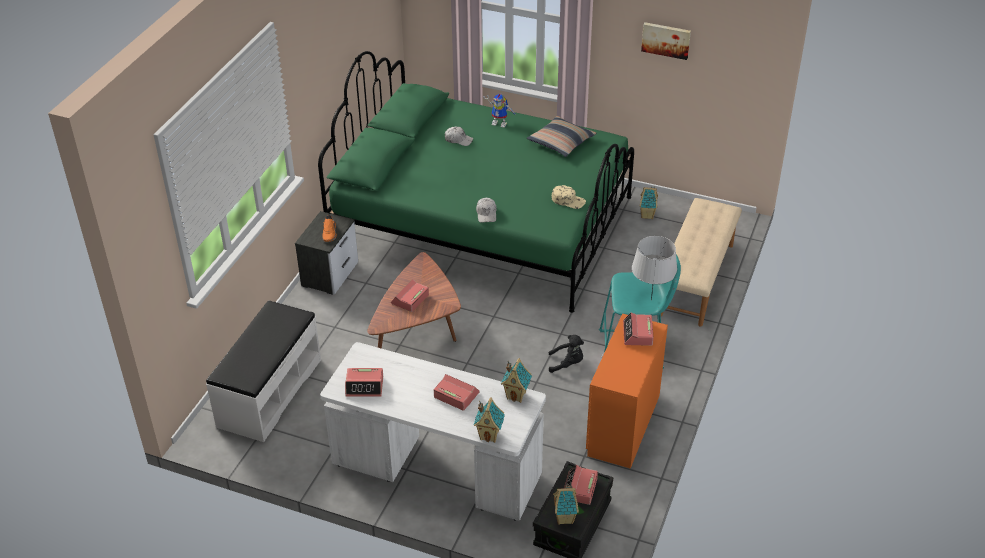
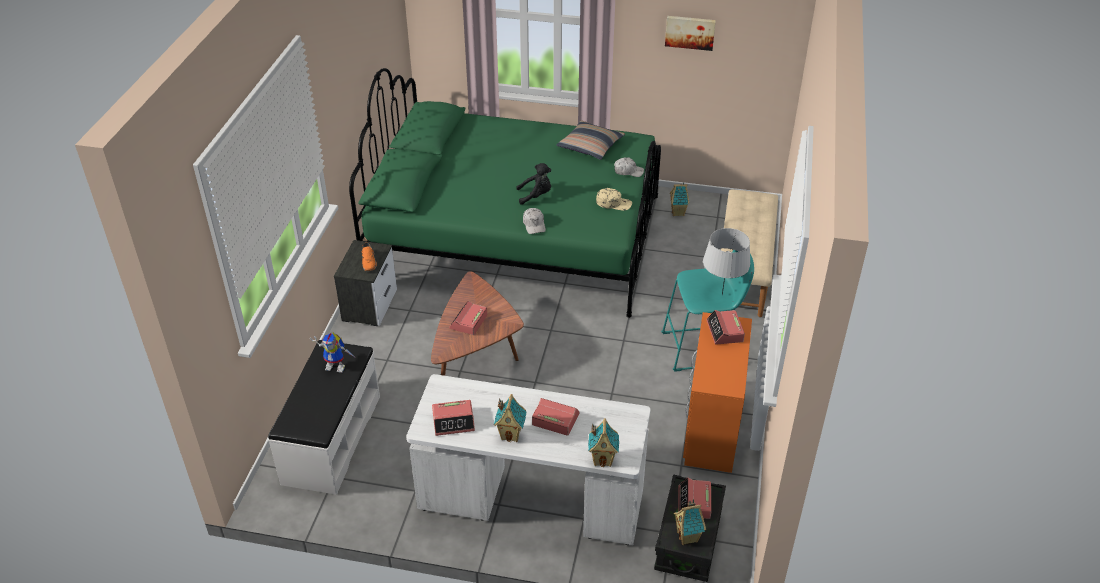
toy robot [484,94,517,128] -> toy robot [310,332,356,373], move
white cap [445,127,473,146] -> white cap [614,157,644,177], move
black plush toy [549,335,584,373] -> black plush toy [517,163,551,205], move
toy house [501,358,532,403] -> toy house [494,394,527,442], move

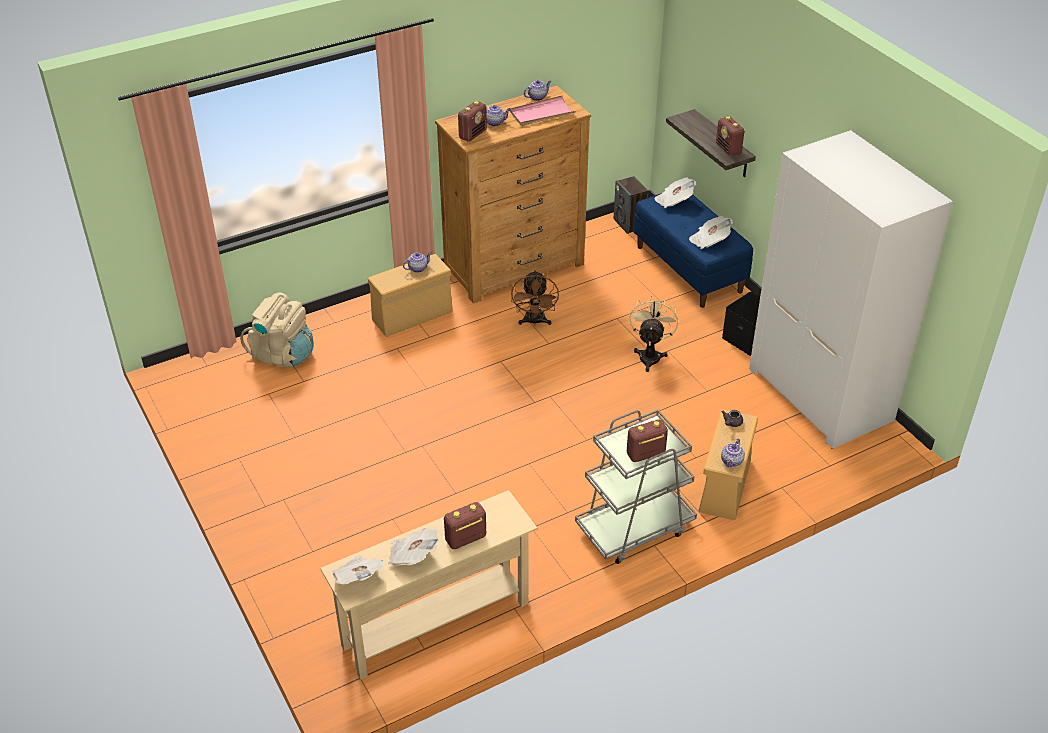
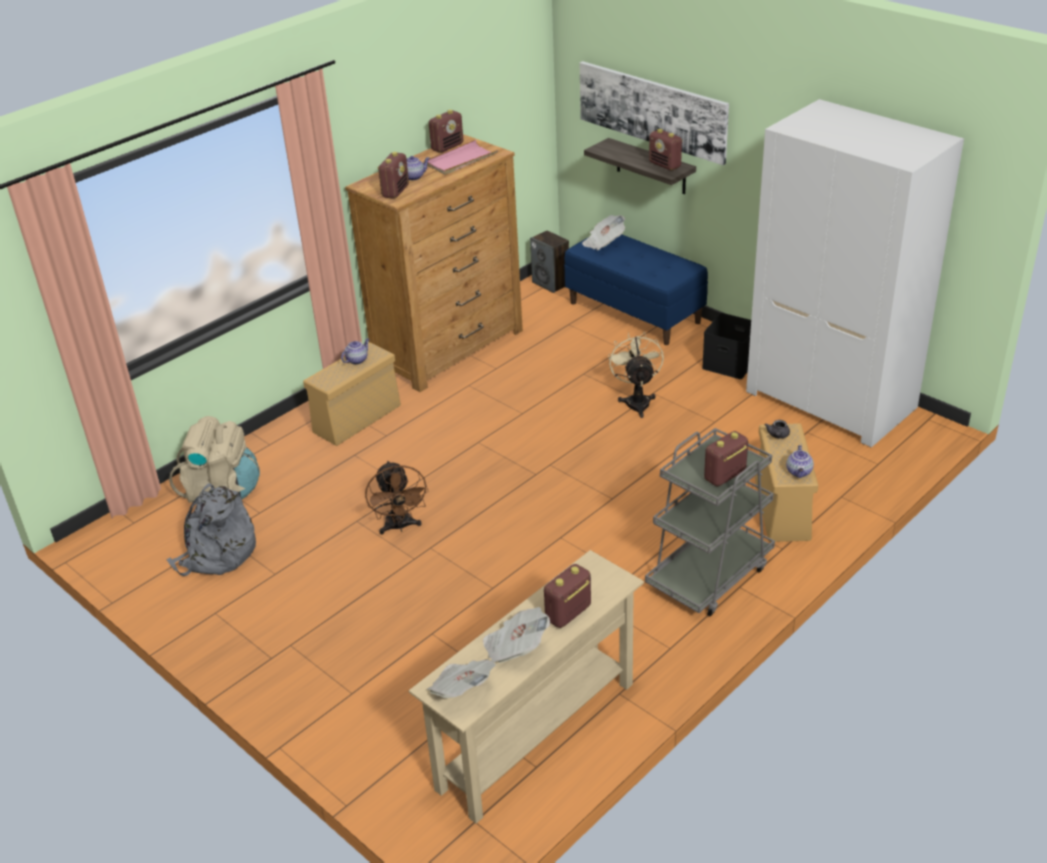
teapot [524,80,551,101] -> radio [429,110,463,153]
newspaper [689,216,733,249] -> none
brown fan [511,270,559,326] -> brown fan [365,461,428,534], move
none -> picture [580,61,729,165]
none -> grey backpack [166,483,256,576]

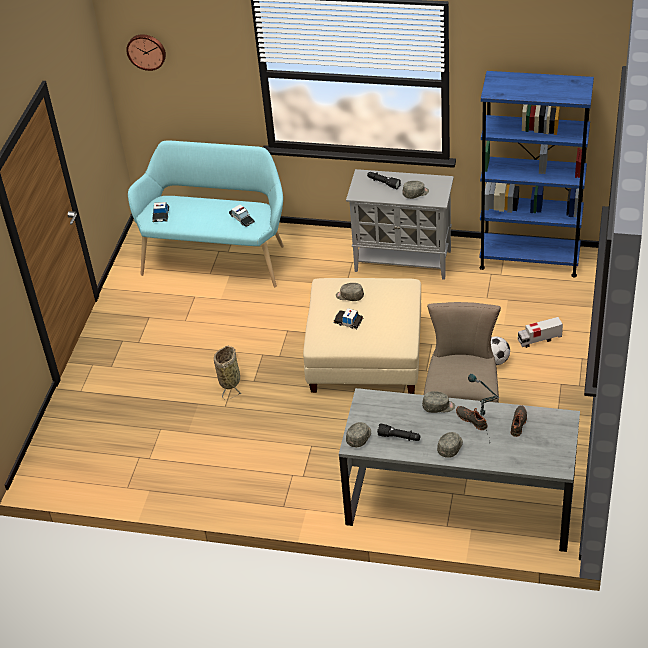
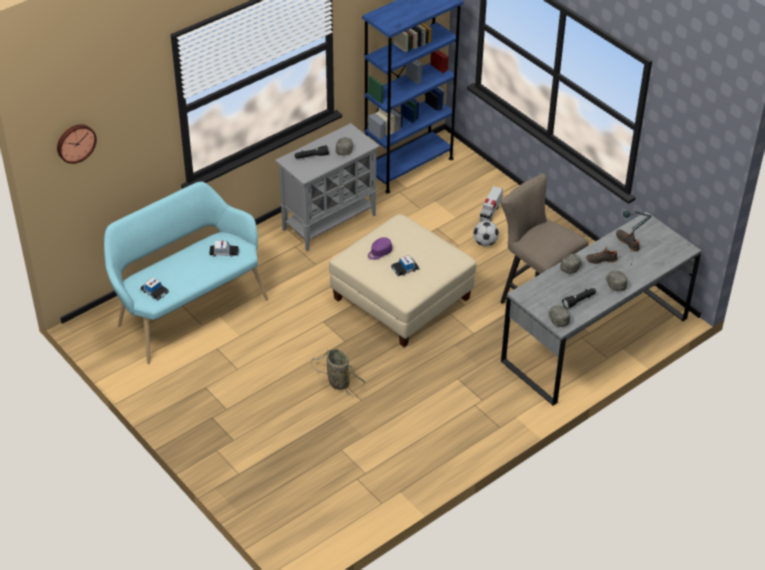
grey cap [336,283,364,301] -> purple cap [368,237,392,260]

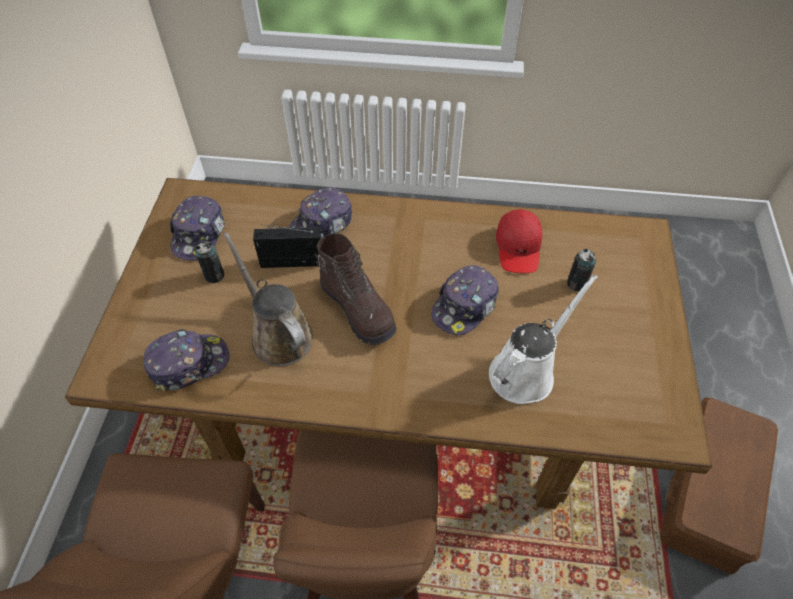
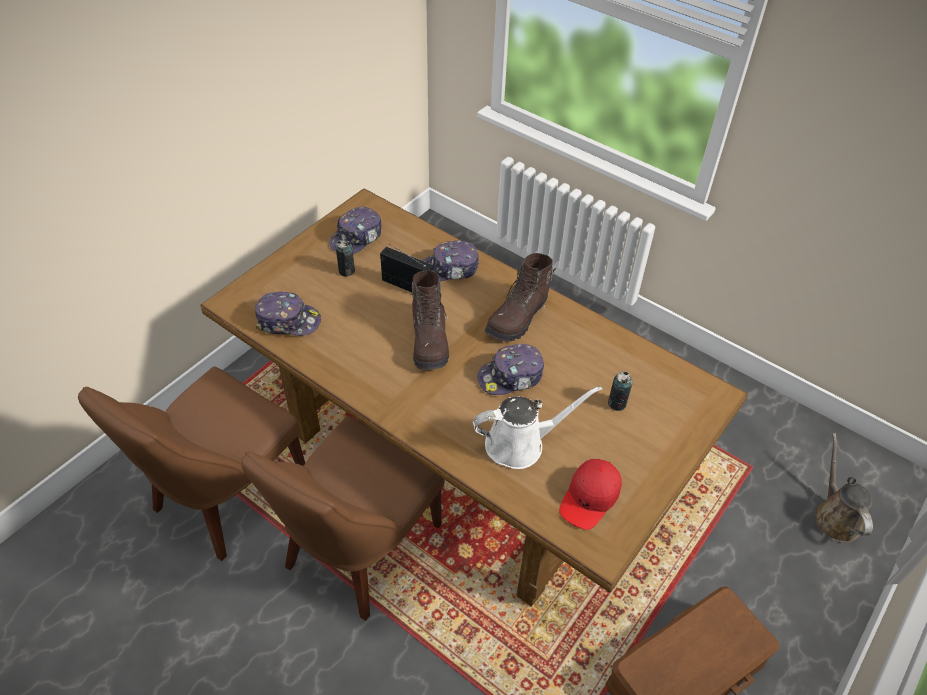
red cap [496,209,542,273] -> red cap [559,459,622,530], move
brown watering can [224,232,313,366] -> brown watering can [815,433,873,543], move
none -> brown boot [485,253,556,342]

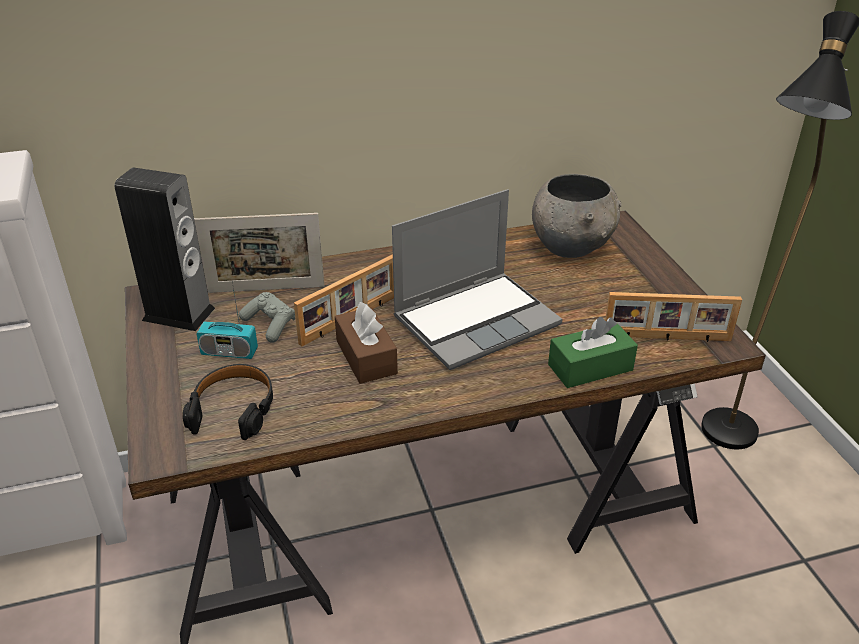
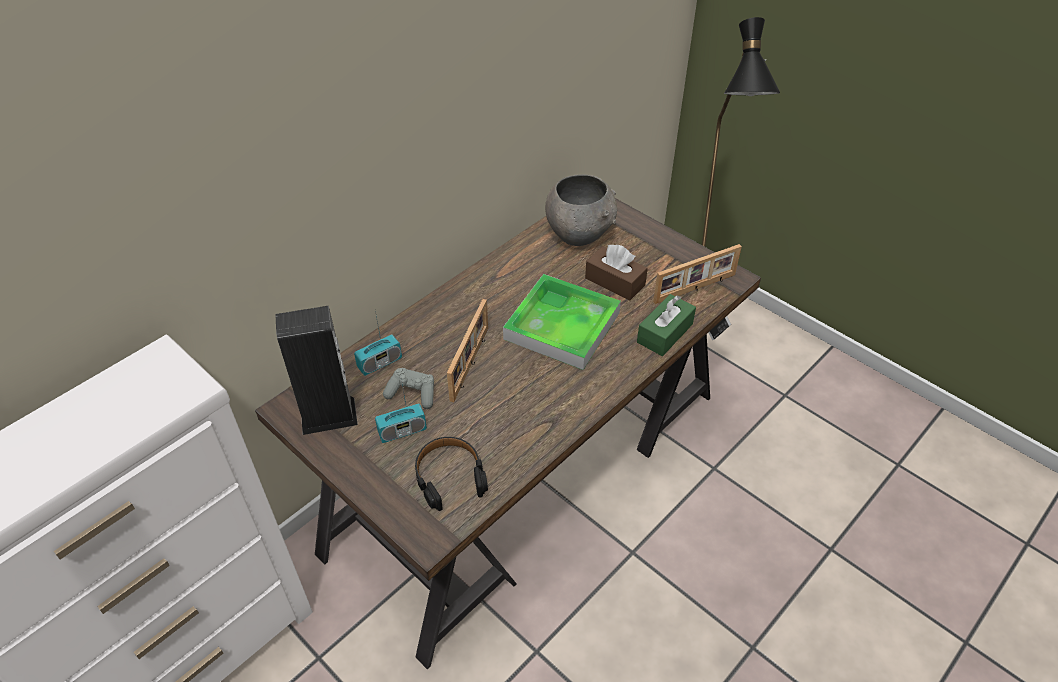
laptop [392,189,563,370] -> tray [503,274,621,370]
picture frame [194,213,325,293] -> radio [354,311,402,376]
brown tissue box [335,302,398,384] -> brown tissue box [585,244,648,301], move

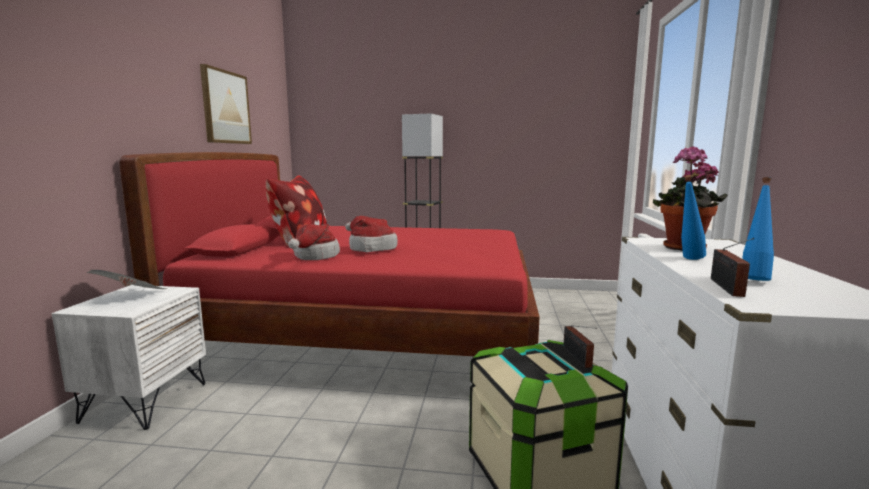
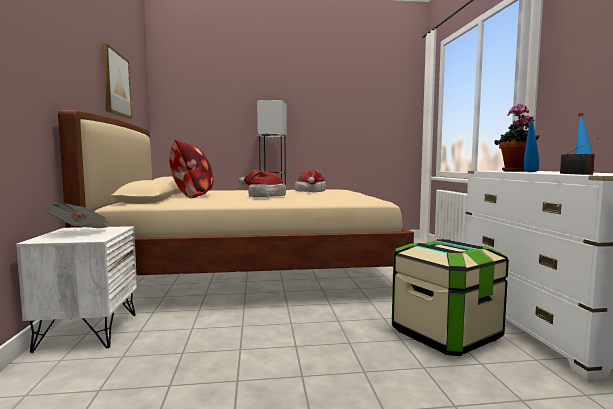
red bed [119,152,540,356] -> beige bed [58,110,414,275]
hat [288,224,340,260] -> hat [295,170,326,192], move
radio [563,325,597,368] -> none

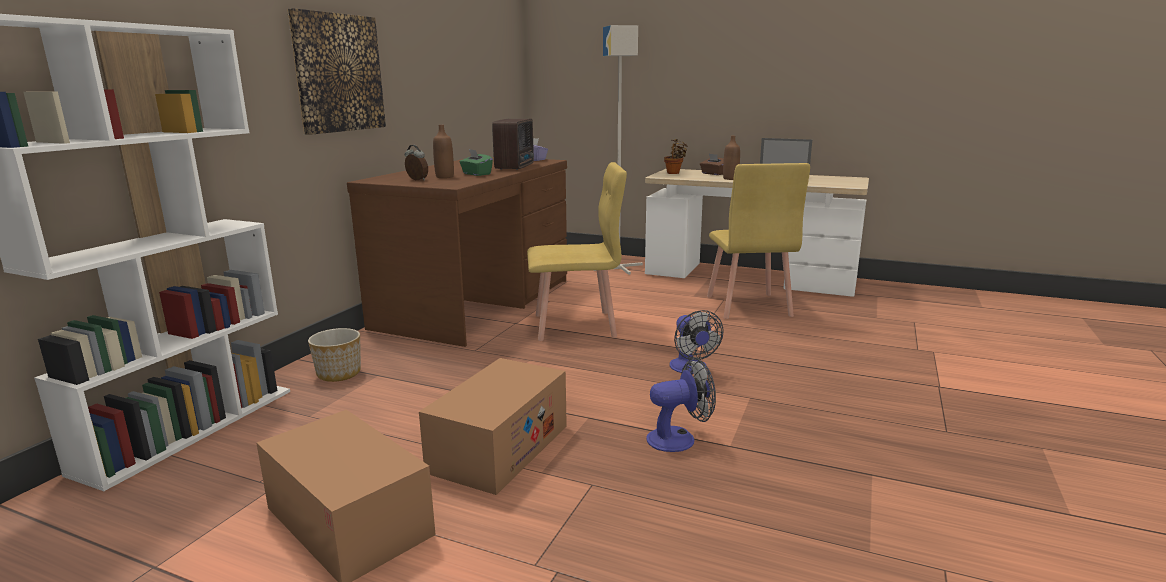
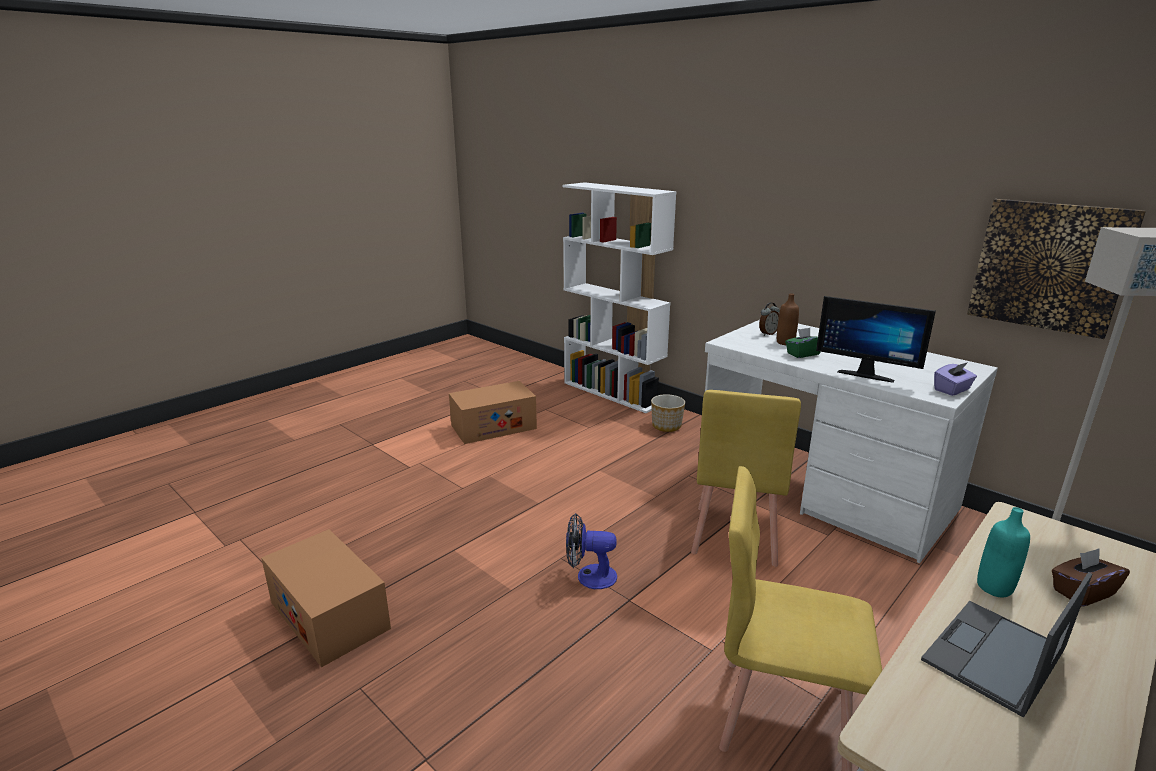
picture [287,8,386,135] -> picture [967,199,1146,339], move
radio [492,119,534,170] -> monitor [816,296,936,383]
brown bottle [723,136,740,180] -> turquoise bottle [977,507,1030,597]
potted plant [664,139,688,174] -> none
brown desk [347,157,567,347] -> white desk [705,320,998,563]
fan [646,357,716,452] -> none
cardboard box [419,358,567,495] -> cardboard box [261,529,391,668], move

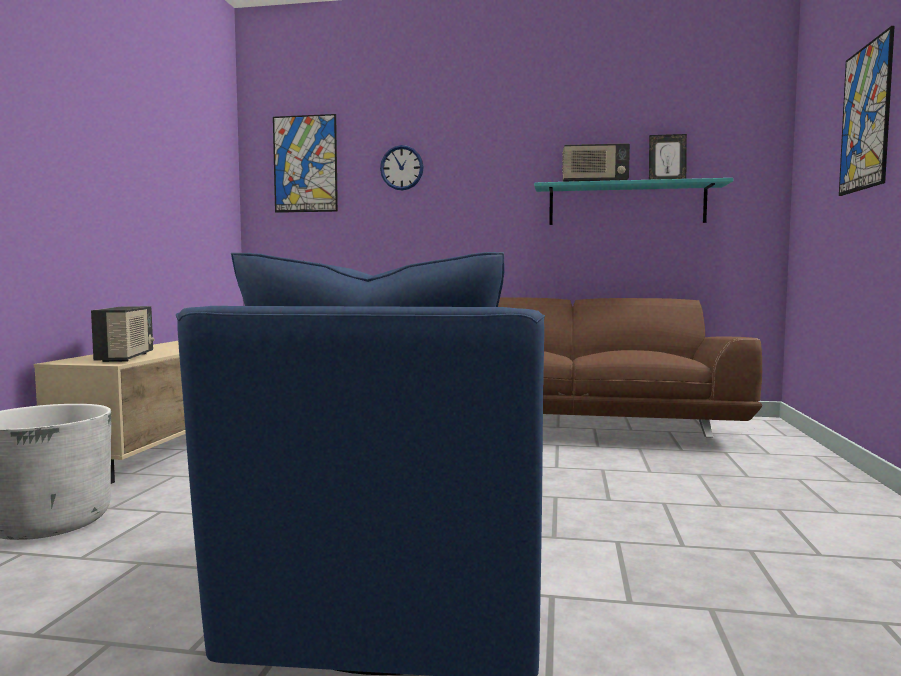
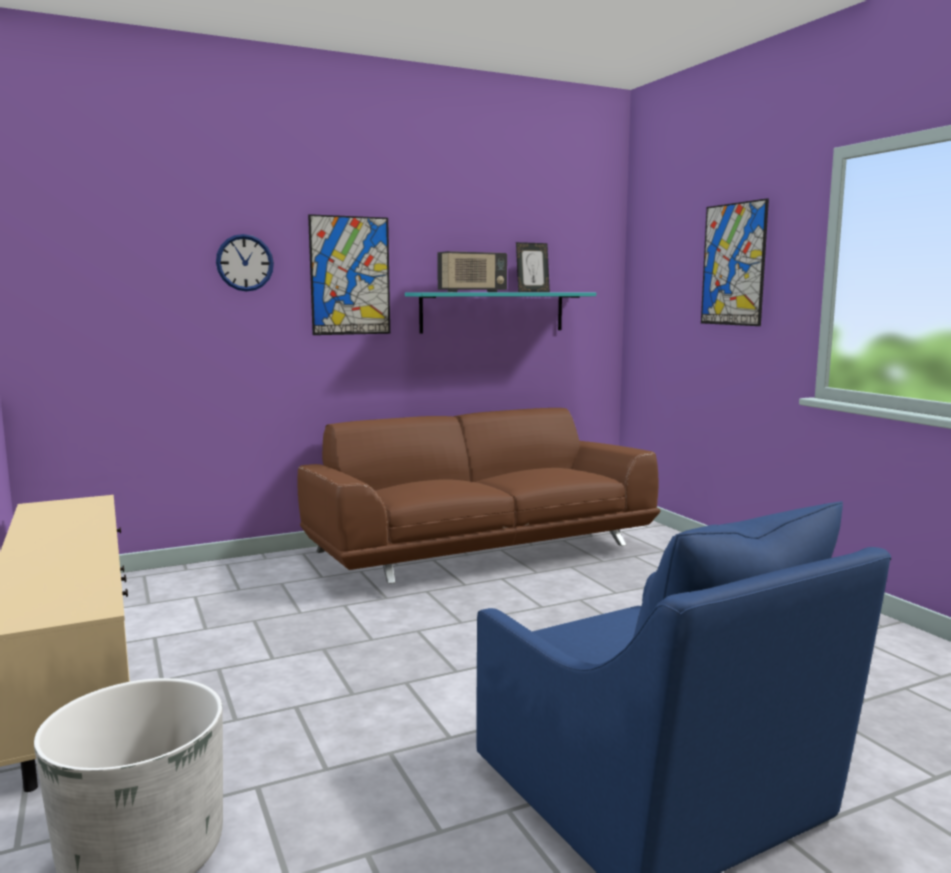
picture [273,114,338,213] -> picture [308,214,390,335], move
radio [91,306,154,362] -> none

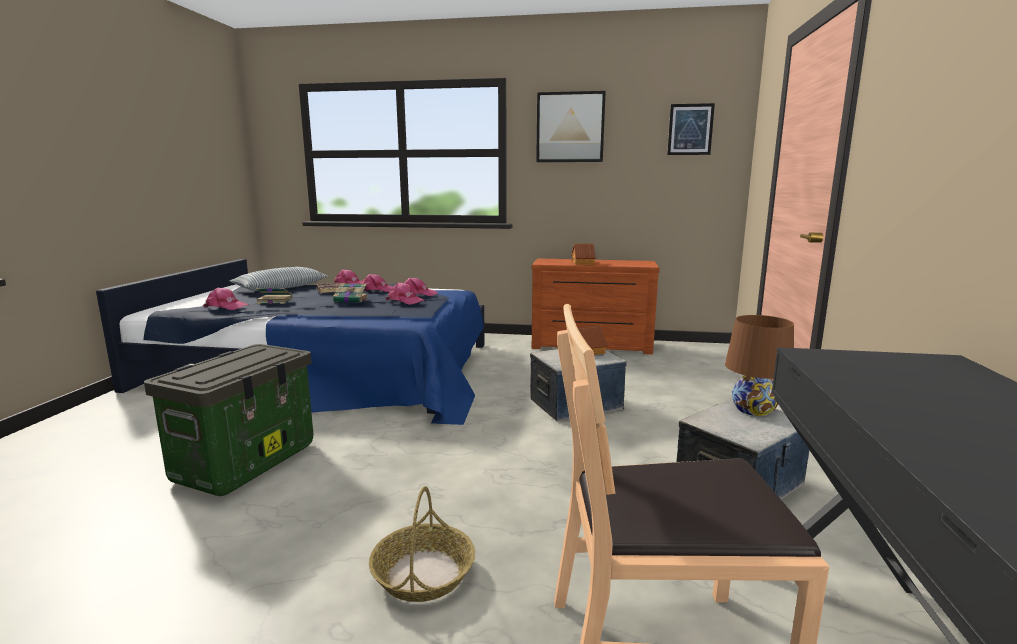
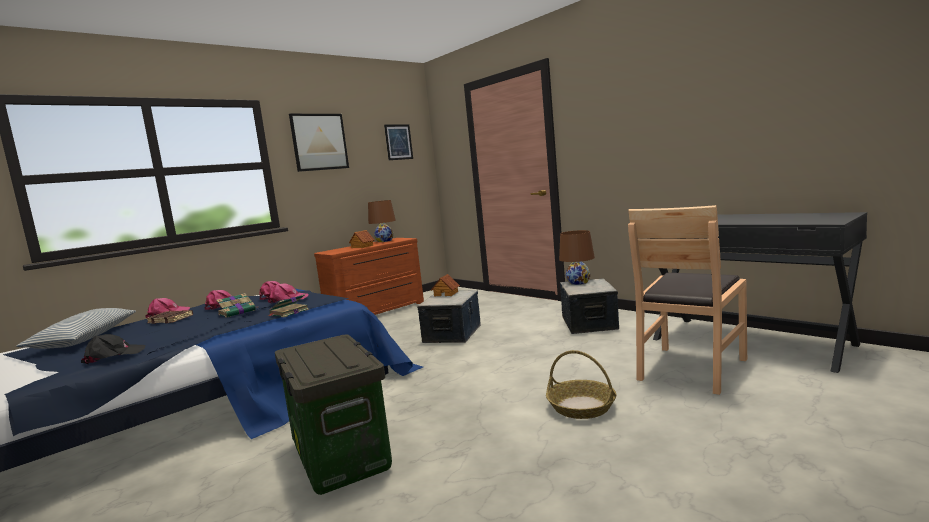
pink cap [203,287,249,310] -> black cap [81,334,146,364]
book [256,288,292,304] -> book [268,294,309,318], move
none -> brown table lamp [368,200,396,242]

